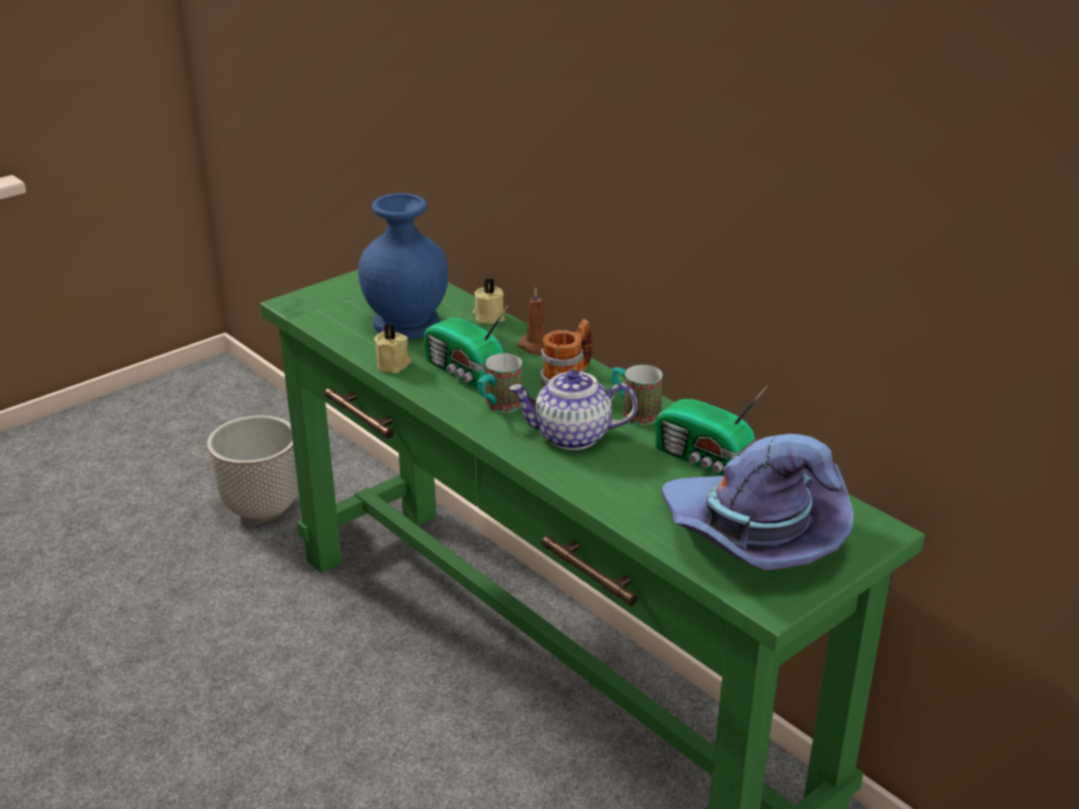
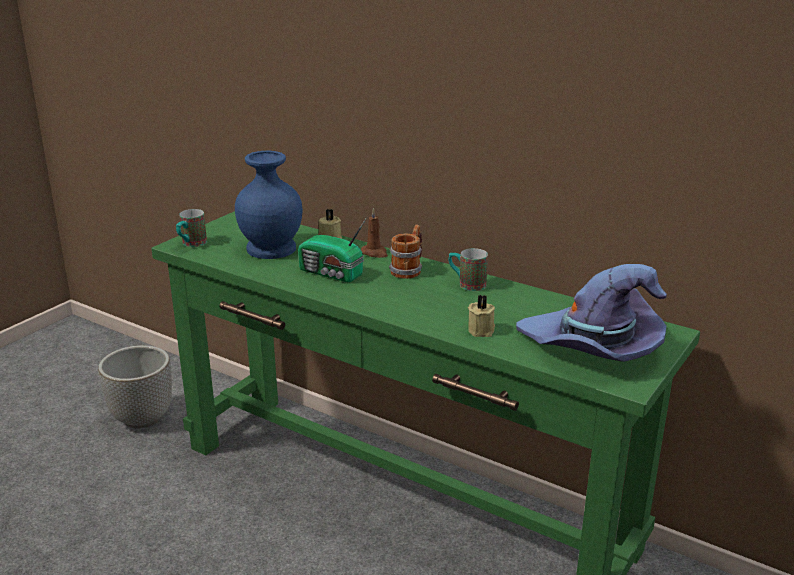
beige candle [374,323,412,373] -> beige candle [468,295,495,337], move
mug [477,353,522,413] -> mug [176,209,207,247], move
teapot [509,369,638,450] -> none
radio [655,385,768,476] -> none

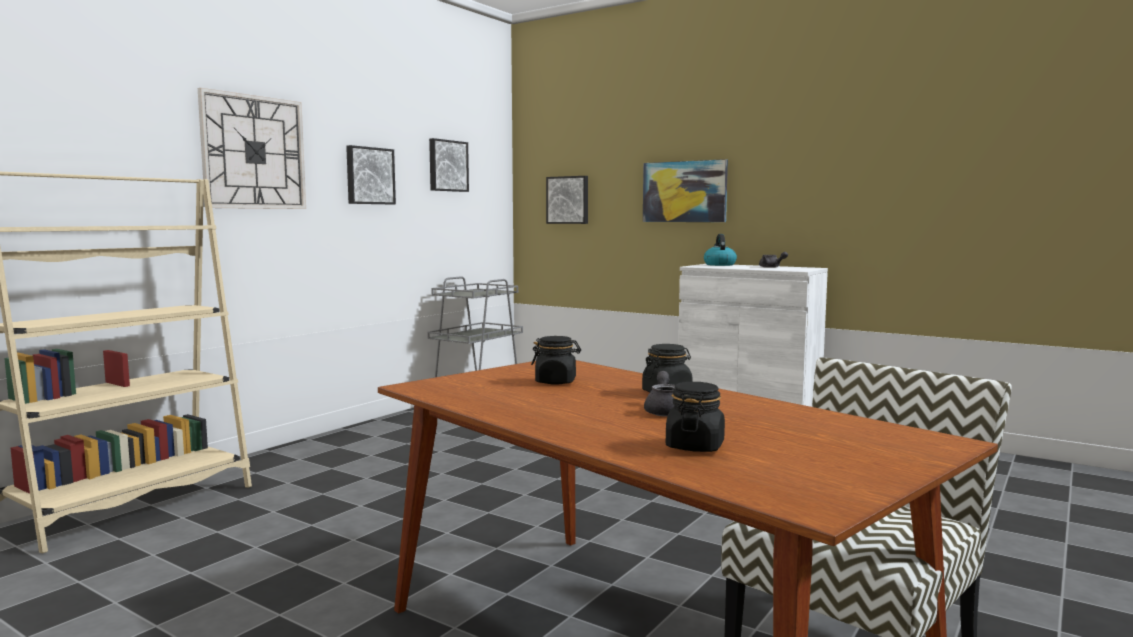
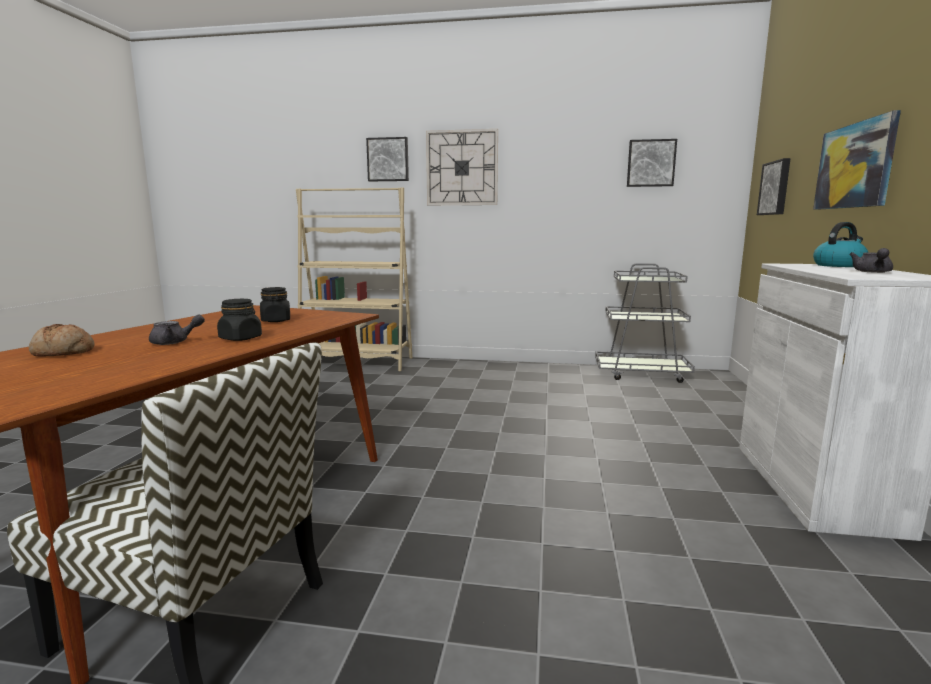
picture [346,145,396,204] -> picture [366,137,409,181], move
black jar [666,382,725,452] -> bread [29,324,95,357]

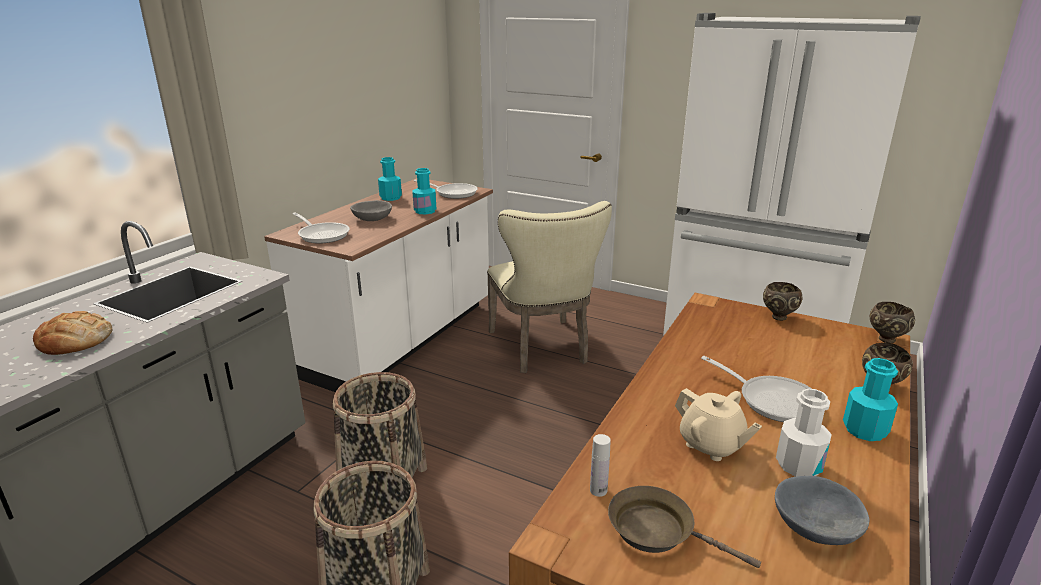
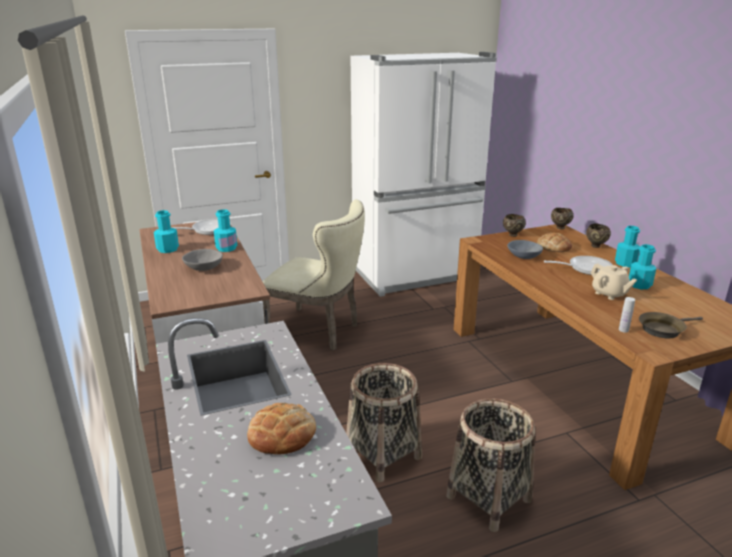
frying pan [292,212,350,244] -> none
beige teapot [675,388,762,461] -> beige teapot [591,263,637,300], 60 degrees clockwise
white bottle [776,389,832,477] -> turquoise bottle [629,244,656,289]
grey bowl [775,476,870,545] -> grey bowl [507,240,543,259], move
none -> bread [537,233,572,252]

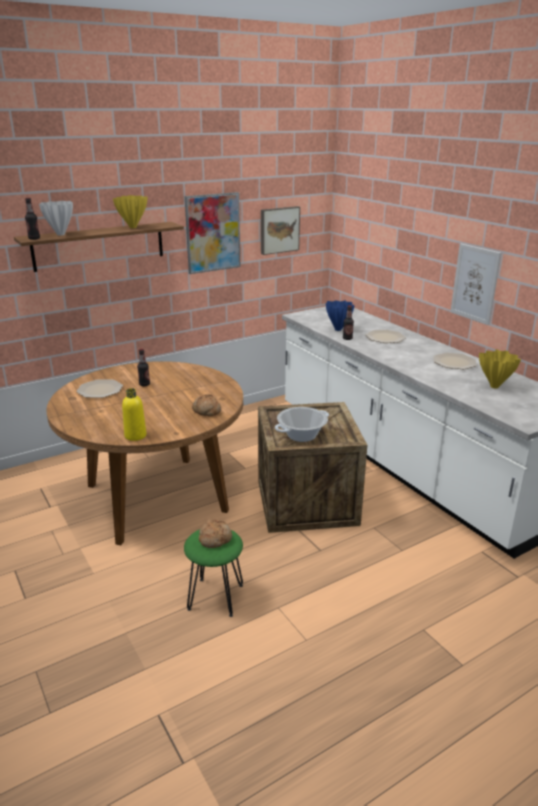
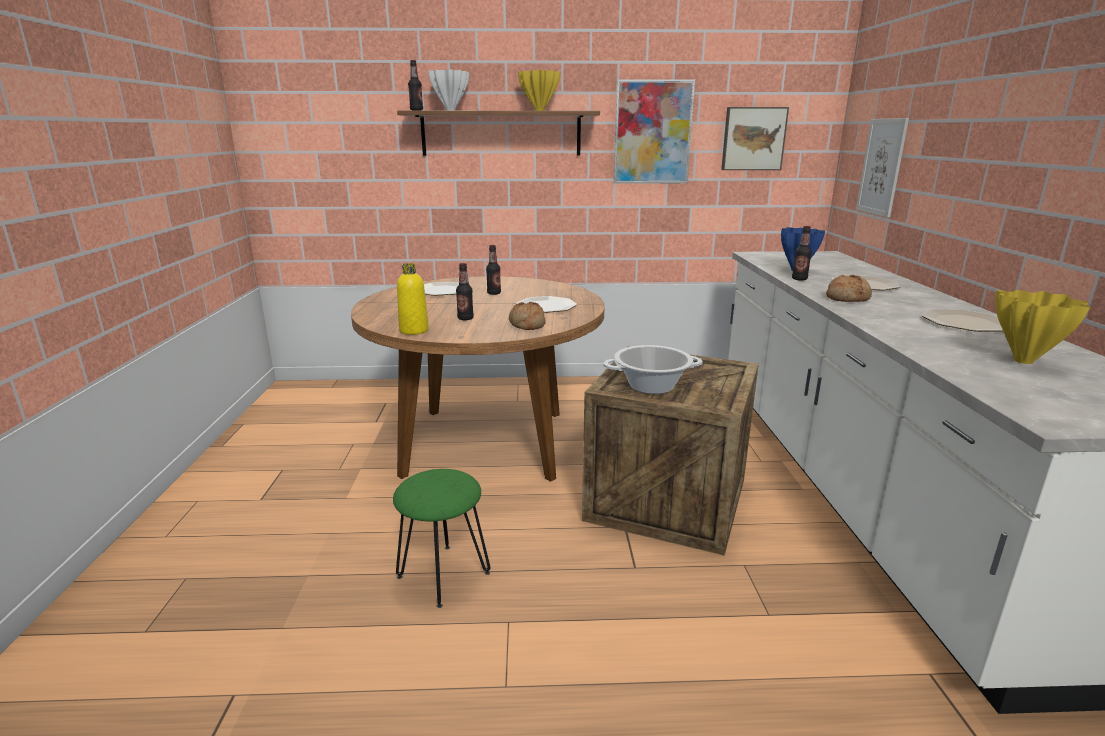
picture [450,244,501,325] -> picture [856,118,909,218], move
bread [199,520,232,548] -> bread [826,275,872,302], move
none -> bottle [456,263,474,320]
none -> plate [516,296,577,313]

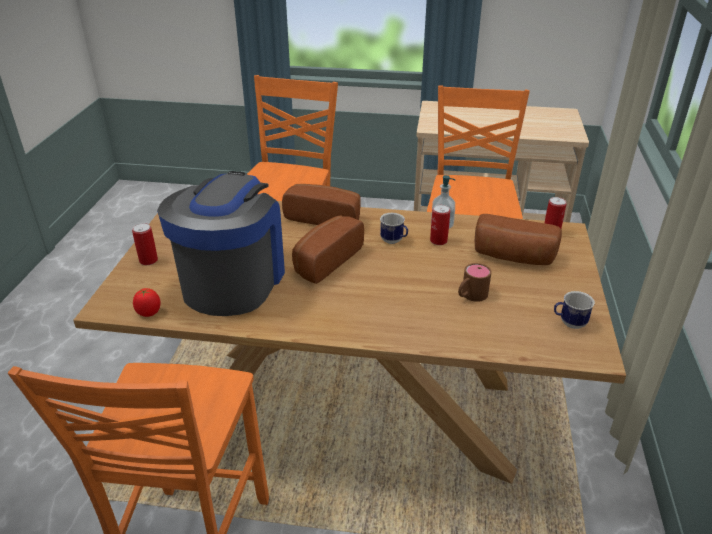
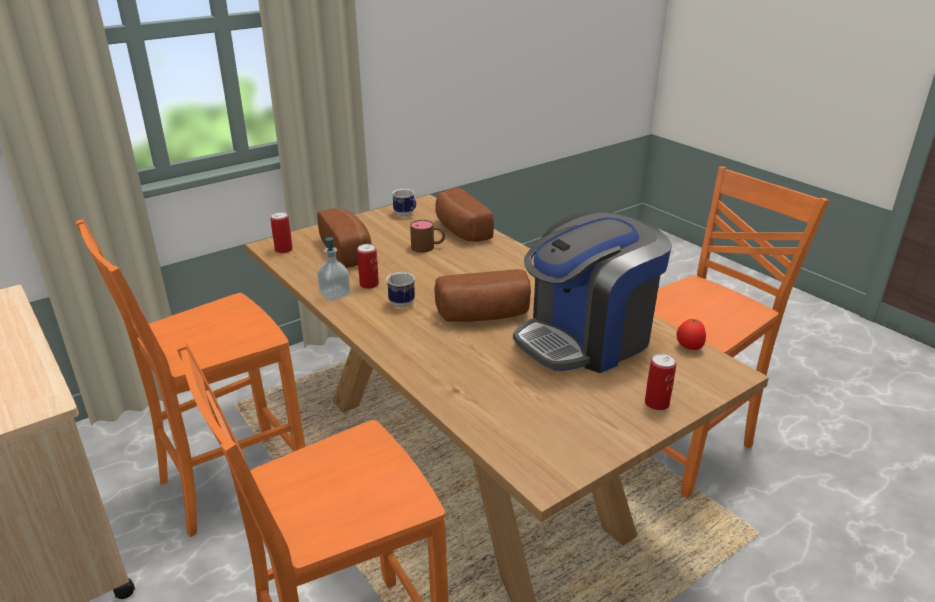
bread [282,184,361,225] -> bread [435,188,494,242], move

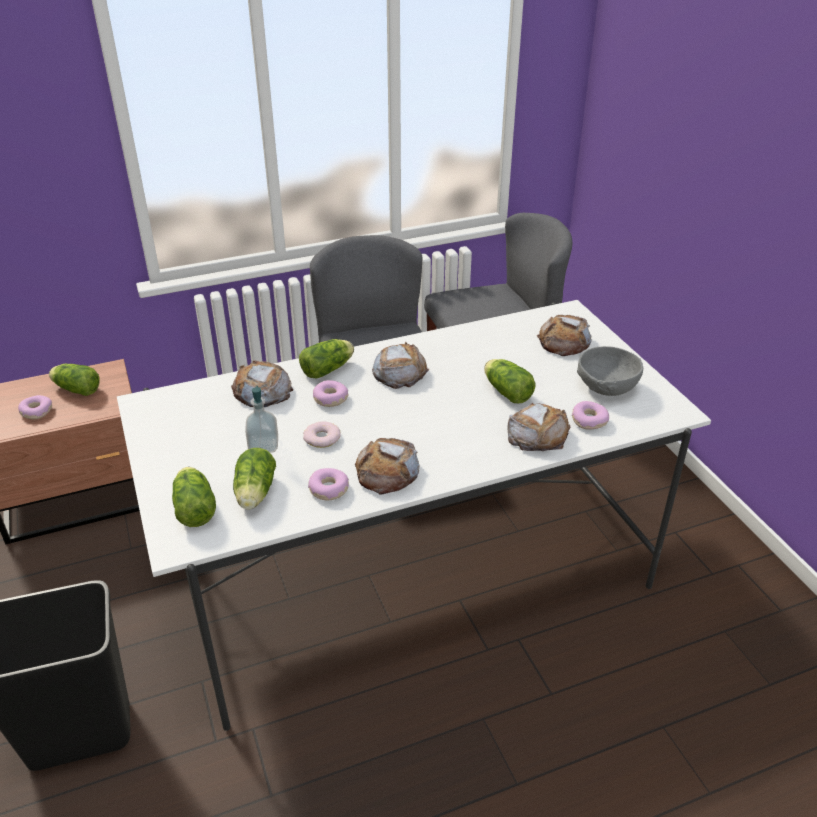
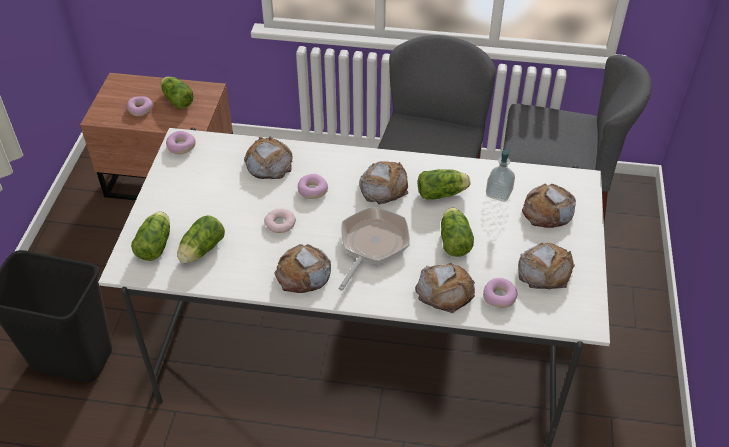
lettuce [299,339,354,379] -> lettuce [418,169,470,200], move
grey bowl [577,346,644,396] -> bread [518,243,575,290]
soap dispenser [245,386,278,453] -> soap dispenser [486,149,515,202], move
donut [308,468,349,500] -> donut [166,131,196,154], move
none -> frying pan [338,207,410,291]

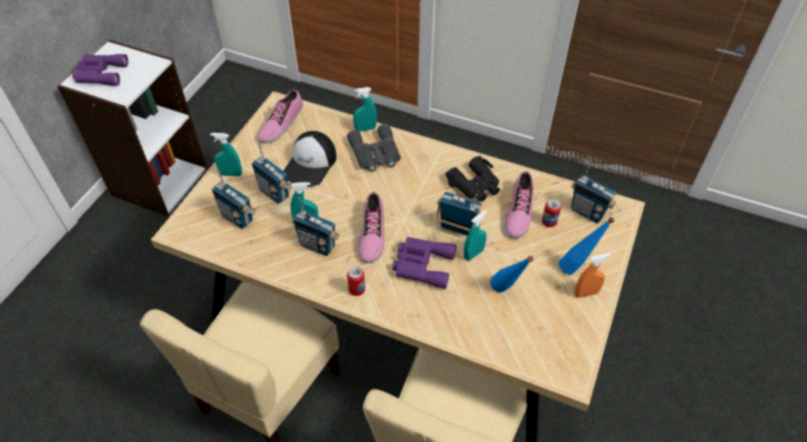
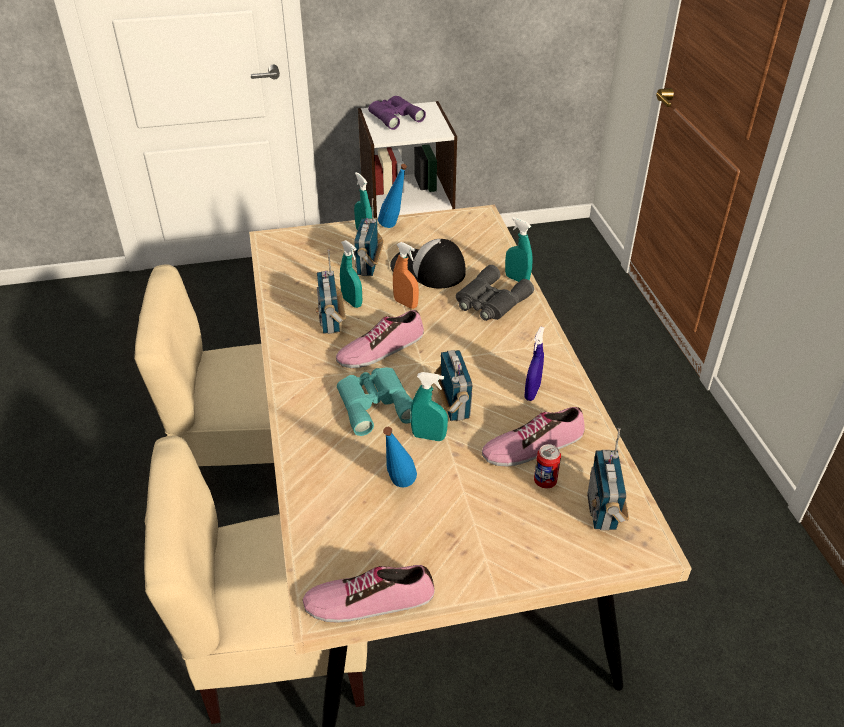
shoe [257,89,303,144] -> shoe [303,565,435,623], move
cap [284,131,337,187] -> cap [390,239,466,289], 45 degrees clockwise
black binoculars [445,156,500,202] -> blue spray bottle [524,326,545,401]
radio [212,168,256,229] -> none
blue bottle [559,217,615,275] -> blue bottle [378,164,407,228], move
purple binoculars [392,237,456,289] -> turquoise binoculars [337,368,413,436]
orange spray bottle [575,253,611,298] -> orange spray bottle [393,242,419,309], move
can [347,267,365,296] -> none

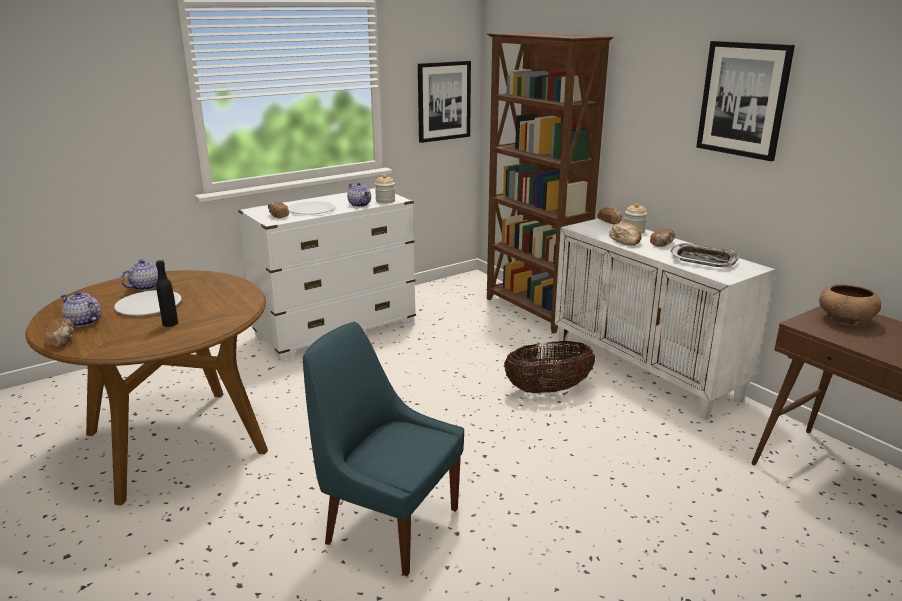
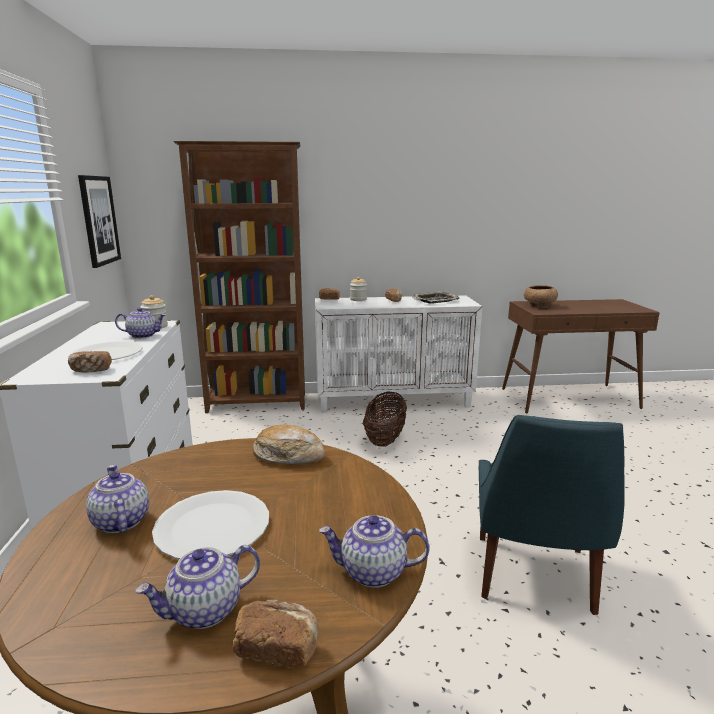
picture [696,41,795,161] -> none
bread [609,222,642,246] -> bread [252,424,325,464], move
black bottle [156,260,178,327] -> none
blue chair [303,322,464,576] -> blue chair [479,415,625,615], 45 degrees counterclockwise
none -> teapot [319,515,430,588]

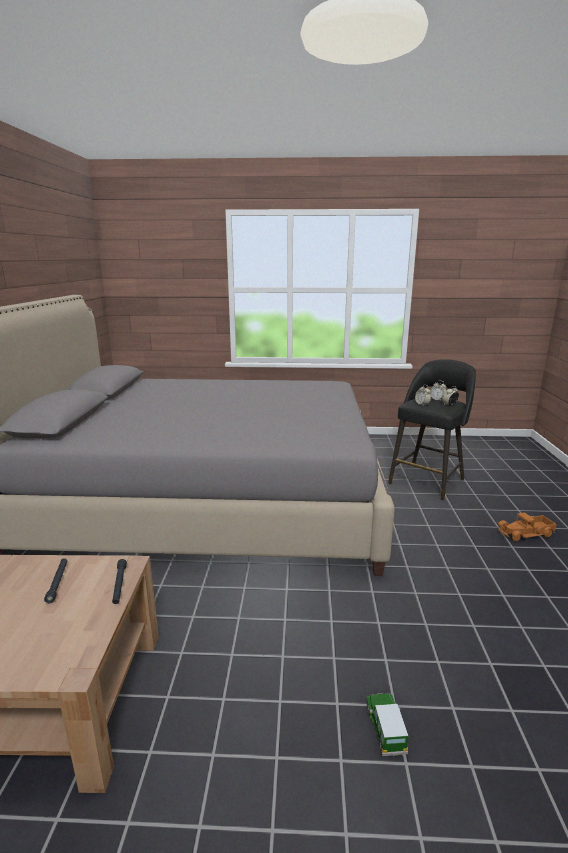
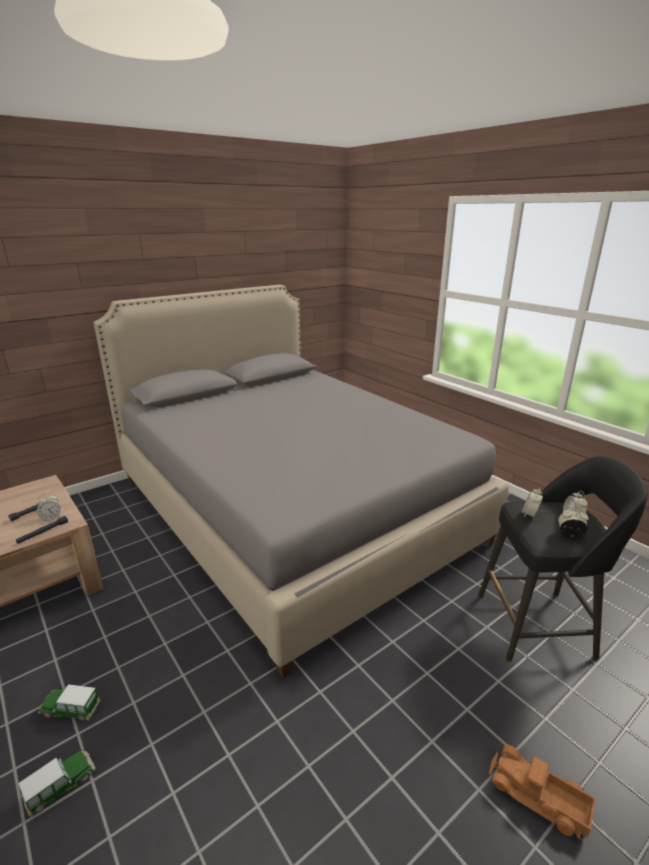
none -> alarm clock [36,493,61,521]
none -> toy car [38,684,101,721]

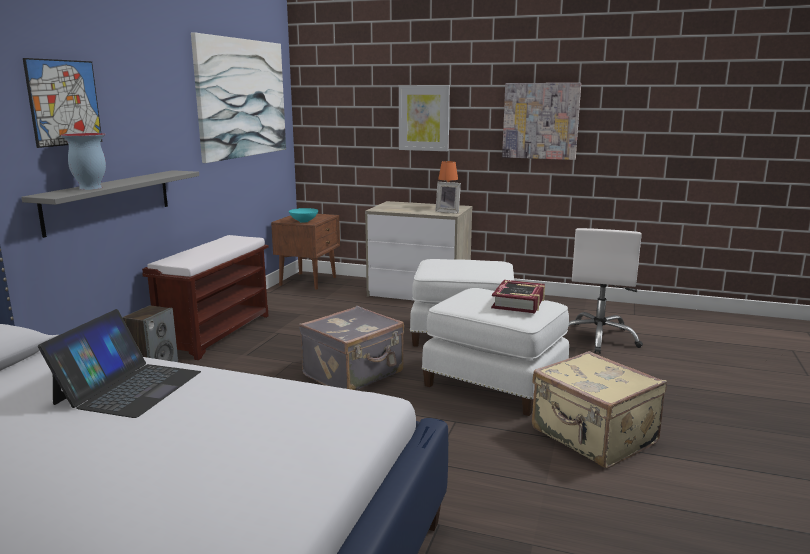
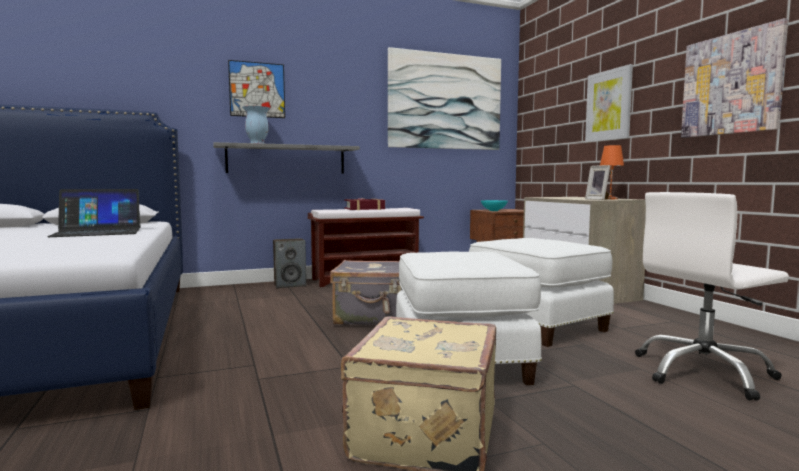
book [491,280,545,313] -> book [344,198,385,210], move

